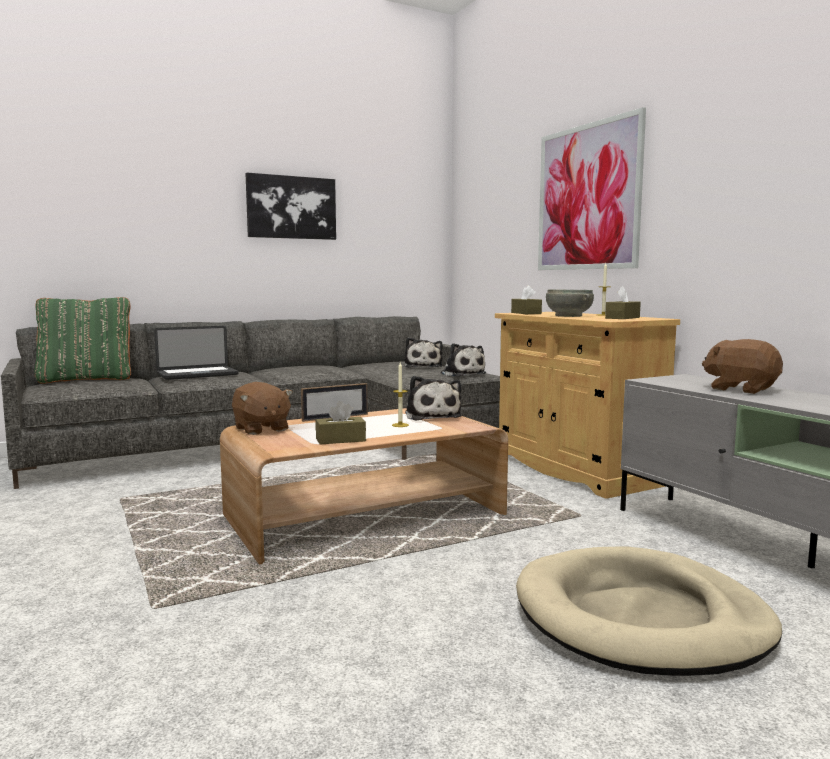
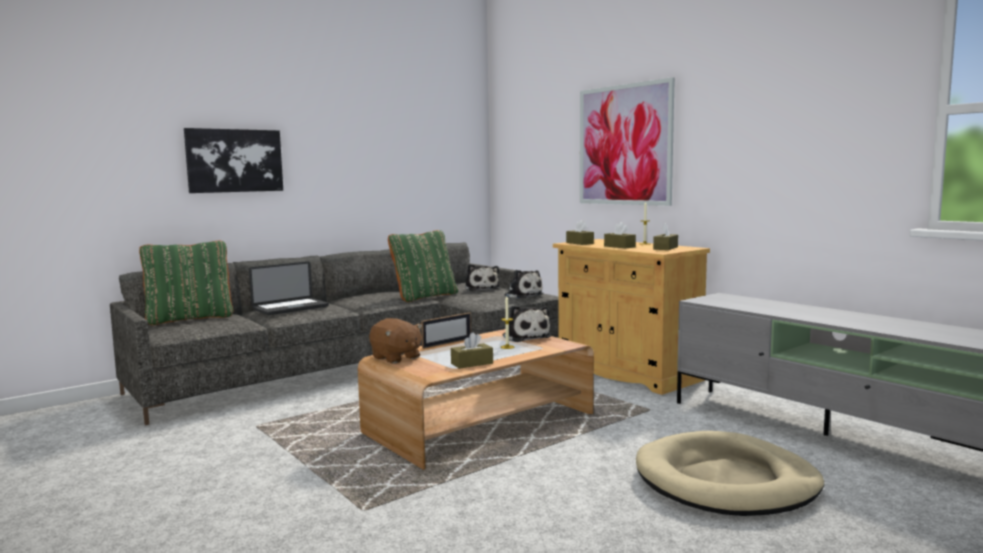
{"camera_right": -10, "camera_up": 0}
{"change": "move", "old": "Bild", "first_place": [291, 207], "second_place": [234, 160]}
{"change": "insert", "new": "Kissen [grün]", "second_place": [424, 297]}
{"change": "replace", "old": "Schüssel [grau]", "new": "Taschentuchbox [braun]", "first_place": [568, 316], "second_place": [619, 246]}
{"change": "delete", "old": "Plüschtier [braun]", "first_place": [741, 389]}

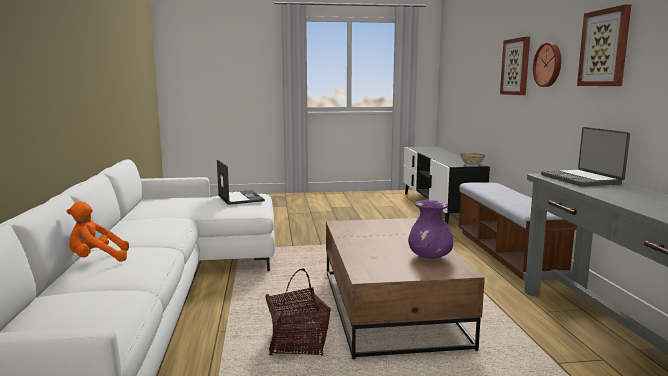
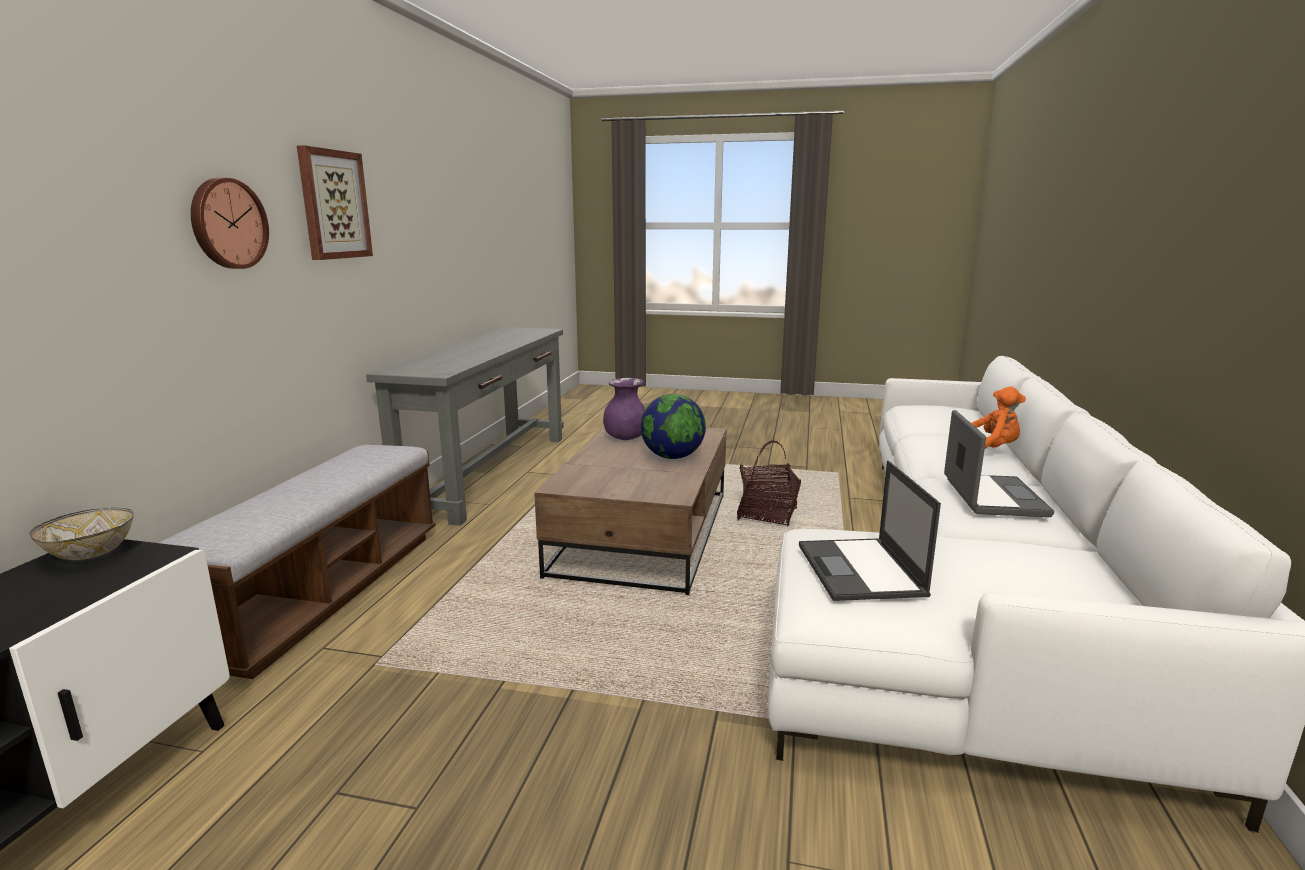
{"camera_right": -160, "camera_up": 5}
{"change": "insert", "new": "Globus", "second_place": [672, 457]}
{"change": "move", "old": "Laptop", "first_place": [581, 179], "second_place": [991, 497]}
{"change": "delete", "old": "Bild", "first_place": [516, 67]}

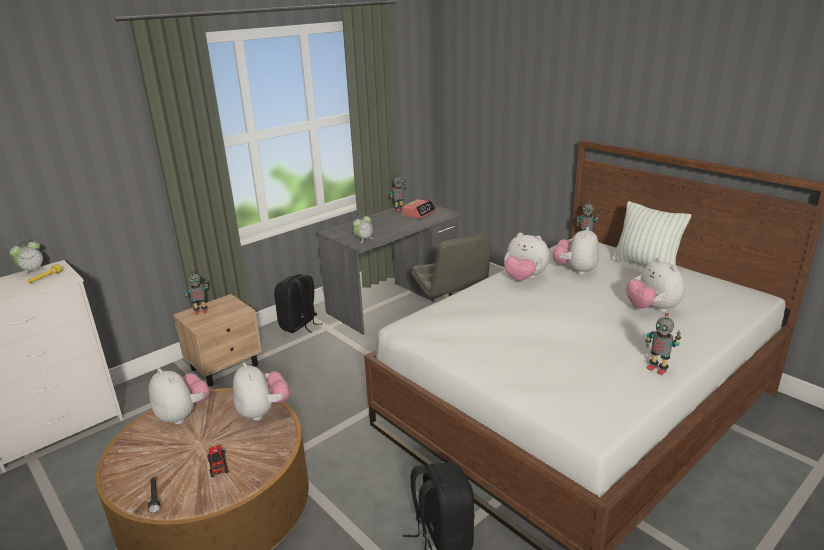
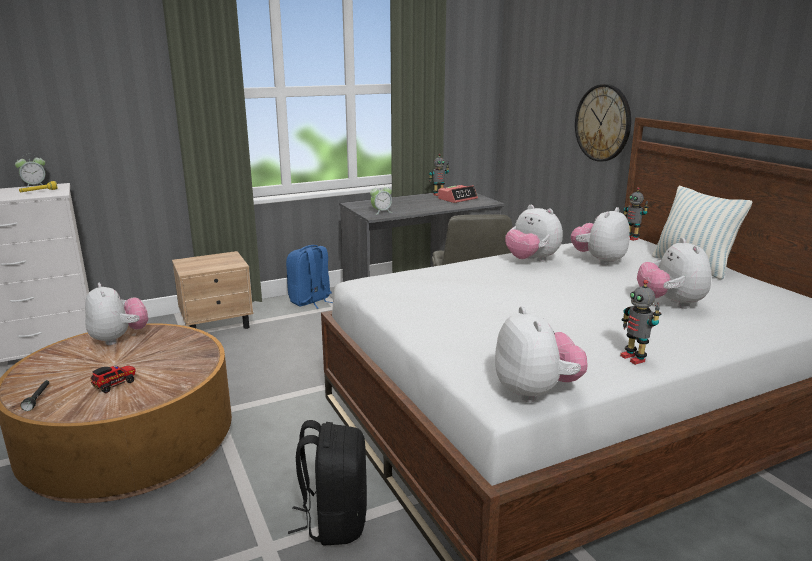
{"camera_right": 15, "camera_up": -5}
{"change": "rotate", "old": "Spielzeuglaster", "first_place": [218, 466], "second_place": [115, 384], "degrees": 45}
{"change": "recolor", "old": "Rucksack [schwarz]", "new": "Rucksack [blau]", "first_place": [299, 325], "second_place": [310, 301]}
{"change": "move", "old": "Plüschtier", "first_place": [263, 412], "second_place": [535, 392]}
{"change": "insert", "new": "Wanduhr", "second_place": [603, 123]}
{"change": "delete", "old": "Spielzeugroboter", "first_place": [201, 311]}

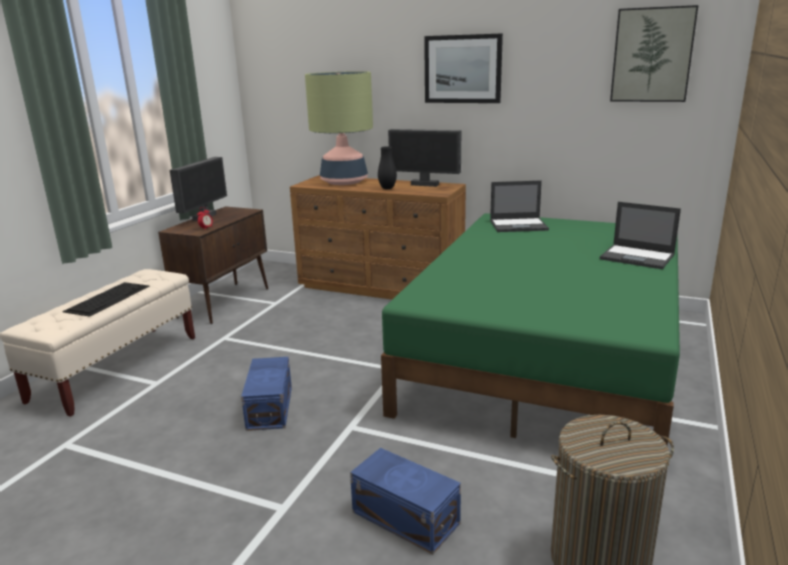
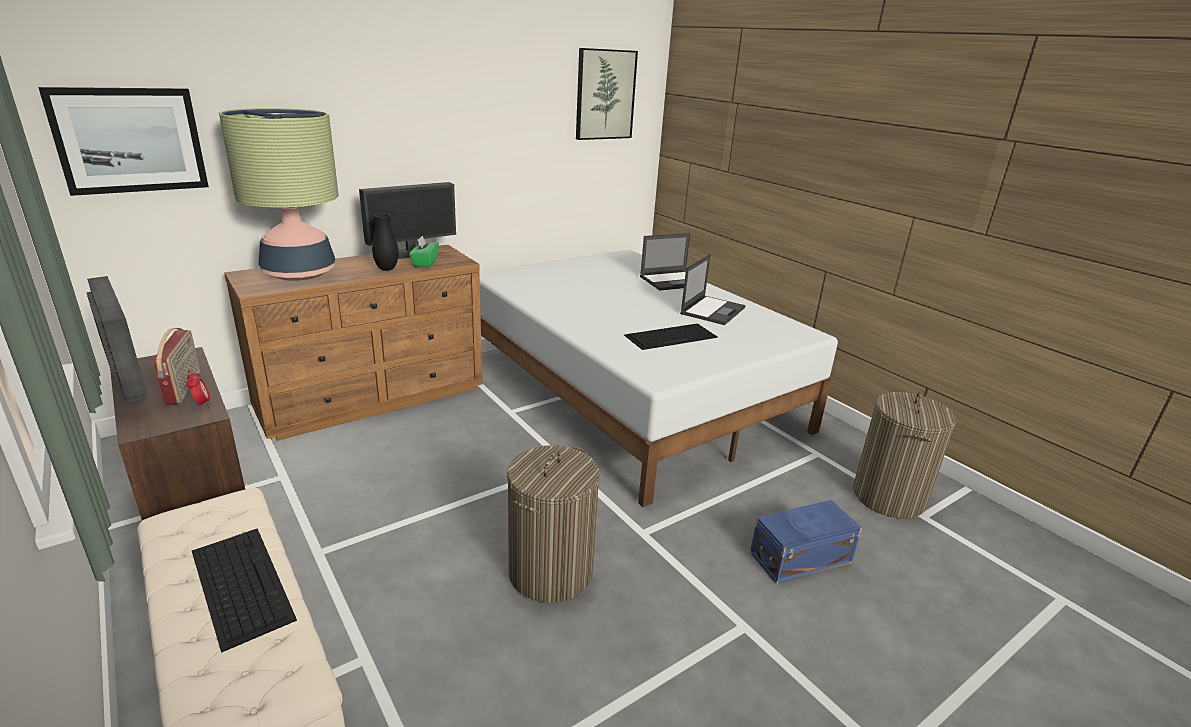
{"camera_right": -60, "camera_up": 5}
{"change": "move", "old": "Bild", "first_place": [462, 69], "second_place": [130, 140]}
{"change": "insert", "new": "Radio", "second_place": [184, 388]}
{"change": "insert", "new": "Taschentuchbox [grün]", "second_place": [424, 263]}
{"change": "recolor", "old": "Bett [grün]", "new": "Bett [weiß]", "first_place": [547, 355], "second_place": [631, 391]}
{"change": "replace", "old": "Aufbewahrungsbox [blau]", "new": "Wäschekorb", "first_place": [271, 407], "second_place": [550, 571]}
{"change": "insert", "new": "Tastatur", "second_place": [671, 336]}
{"change": "move", "old": "Laptop", "first_place": [519, 225], "second_place": [713, 310]}

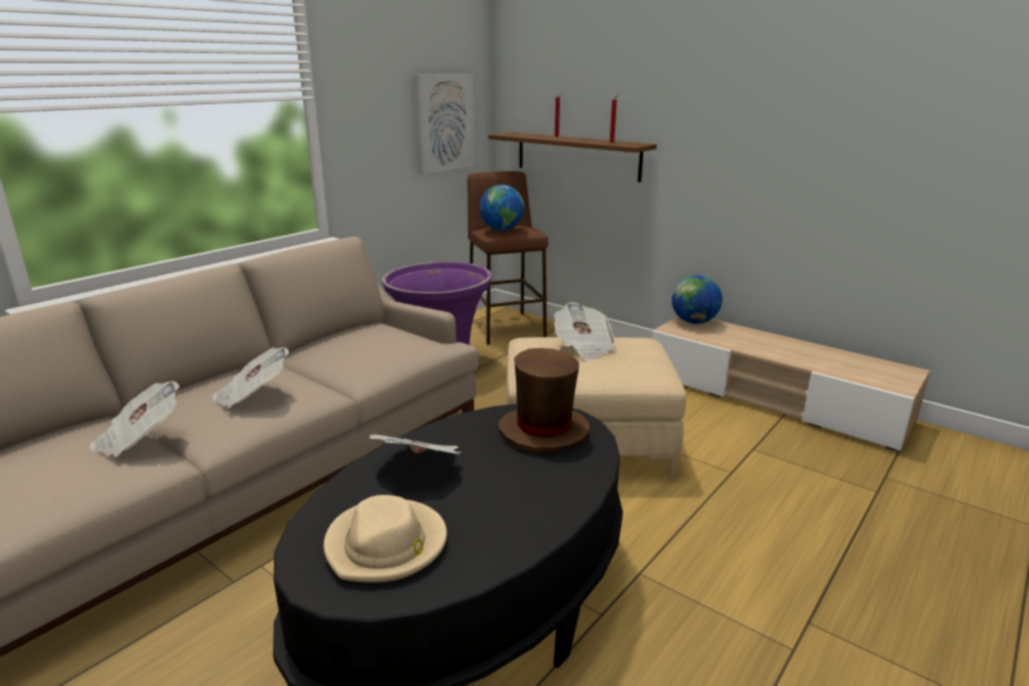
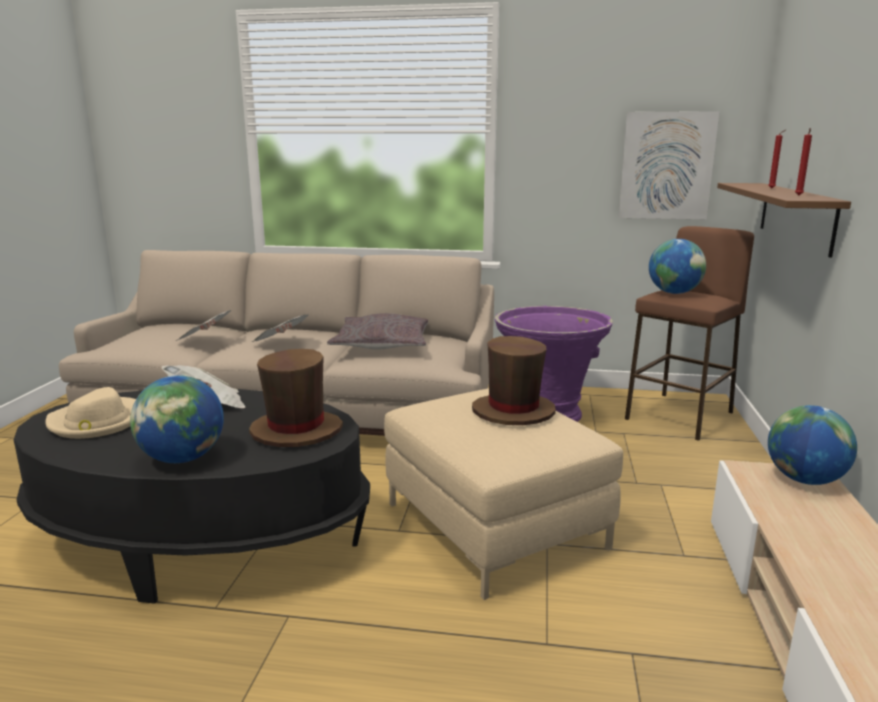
{"camera_right": 60, "camera_up": -5}
{"change": "insert", "new": "Globus", "second_place": [183, 458]}
{"change": "insert", "new": "Kissen [grau]", "second_place": [382, 344]}
{"change": "replace", "old": "Zeitung", "new": "Hut [braun]", "first_place": [583, 347], "second_place": [513, 412]}

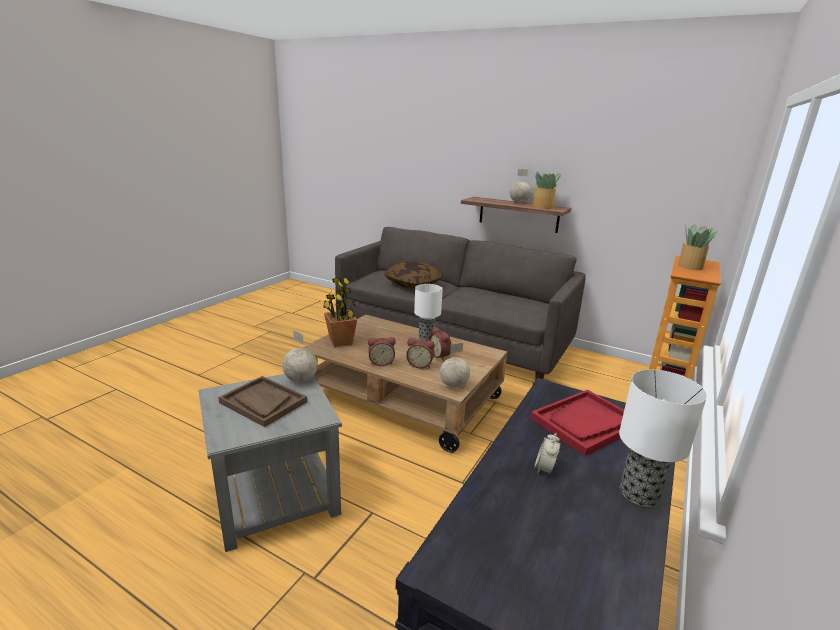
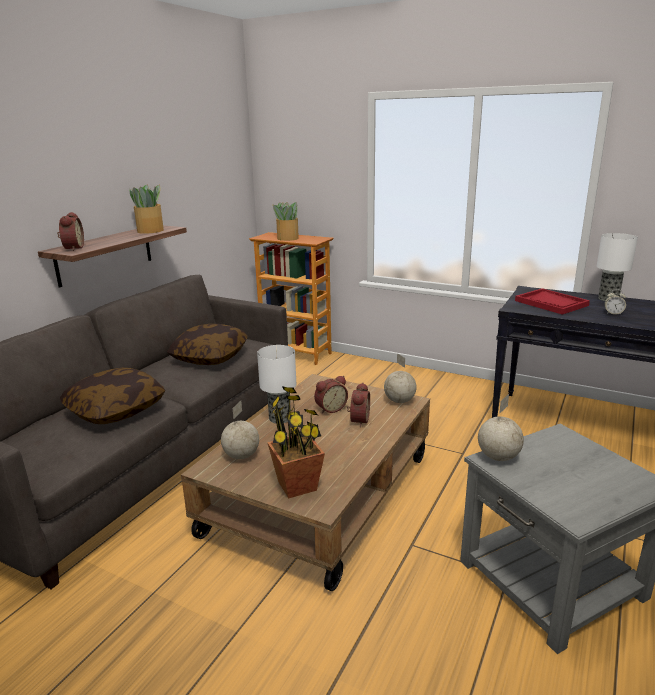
{"camera_right": -90, "camera_up": 0}
{"change": "move", "old": "Wecker", "first_place": [381, 362], "second_place": [72, 248]}
{"change": "insert", "new": "Kissen", "second_place": [210, 356]}
{"change": "move", "old": "Globus", "first_place": [519, 203], "second_place": [242, 456]}
{"change": "delete", "old": "Tablett [braun]", "first_place": [263, 402]}

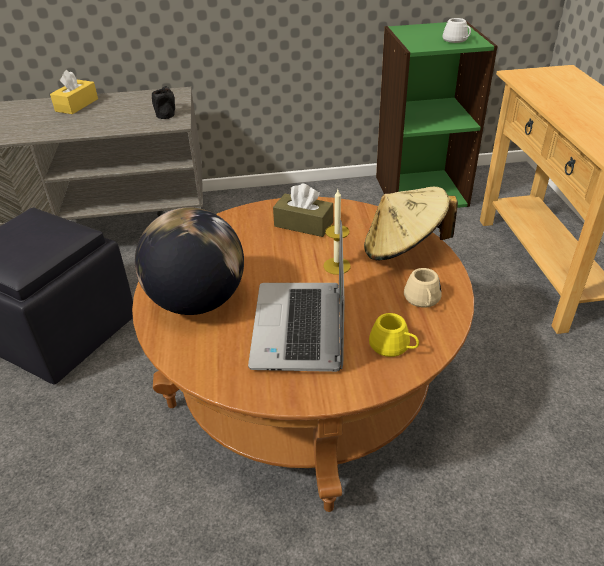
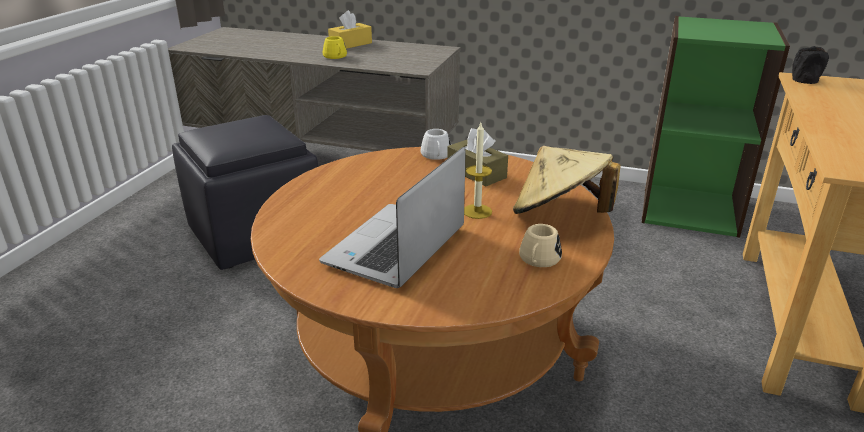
{"camera_right": 25, "camera_up": -10}
{"change": "move", "old": "Henkelbecher [gelb]", "first_place": [394, 346], "second_place": [336, 57]}
{"change": "move", "old": "Henkelbecher [weiß]", "first_place": [457, 40], "second_place": [436, 156]}
{"change": "move", "old": "Henkelbecher [schwarz]", "first_place": [166, 112], "second_place": [804, 78]}
{"change": "delete", "old": "Globus", "first_place": [197, 301]}

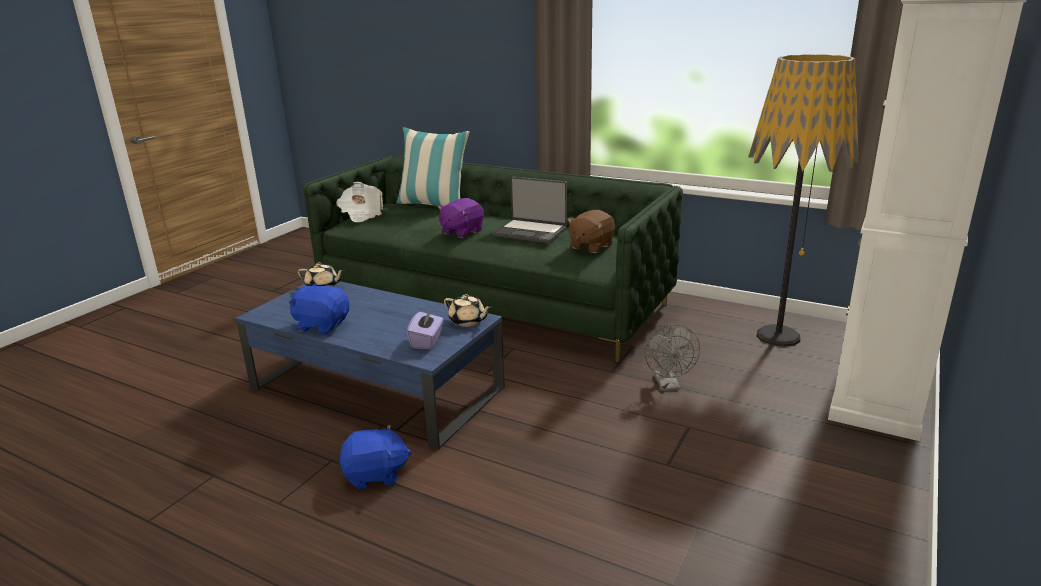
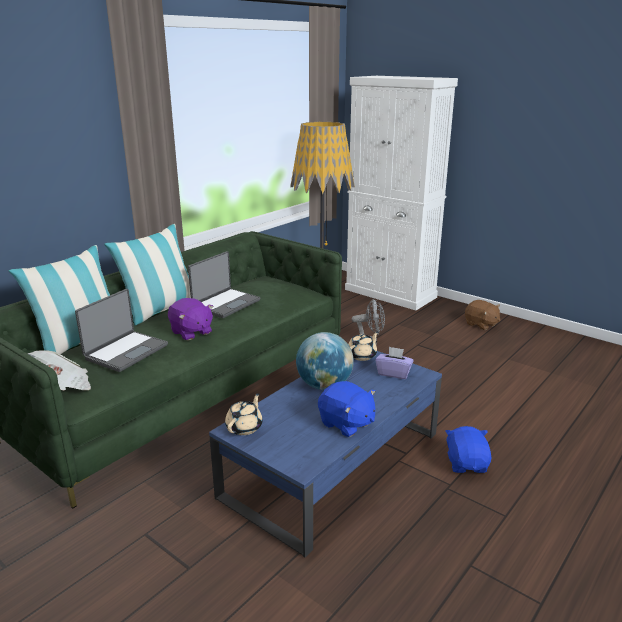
{"camera_right": -80, "camera_up": 0}
{"change": "insert", "new": "Laptop", "second_place": [125, 352]}
{"change": "insert", "new": "Kissen", "second_place": [161, 310]}
{"change": "insert", "new": "Globus", "second_place": [324, 385]}
{"change": "rotate", "old": "Plüschtier [blau]", "first_place": [322, 325], "second_place": [346, 424], "degrees": -75}
{"change": "move", "old": "Plüschtier [braun]", "first_place": [591, 246], "second_place": [481, 324]}

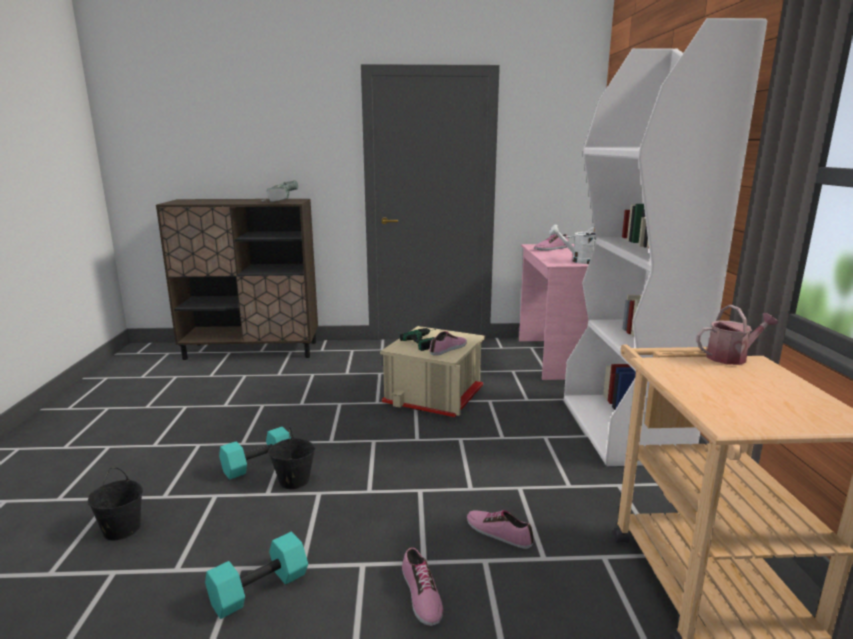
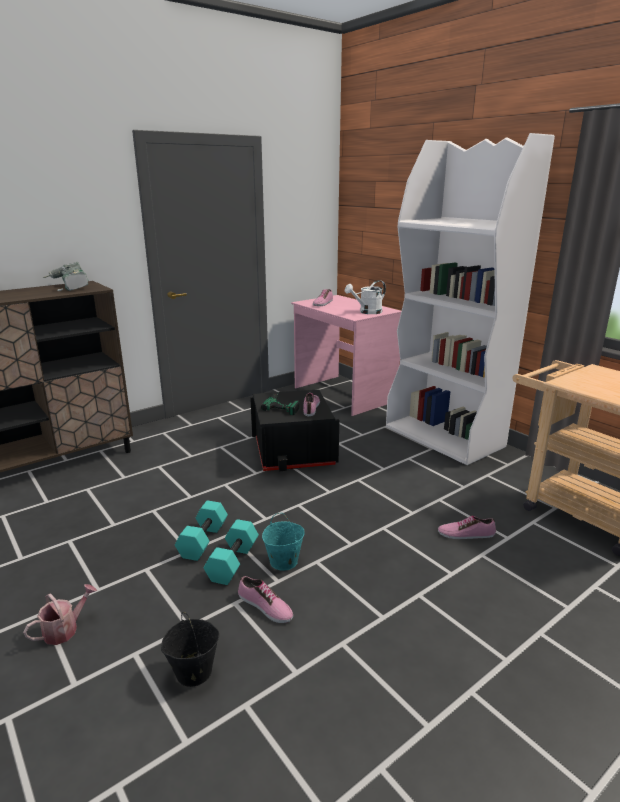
{"camera_right": -35, "camera_up": 5}
{"change": "move", "old": "Gießkanne", "first_place": [731, 357], "second_place": [65, 629]}
{"change": "move", "old": "Hantel [türkis]", "first_place": [259, 588], "second_place": [202, 540]}
{"change": "move", "old": "Schuh", "first_place": [420, 595], "second_place": [264, 607]}
{"change": "recolor", "old": "Aufbewahrungsbox [beige]", "new": "Aufbewahrungsbox [schwarz]", "first_place": [435, 395], "second_place": [293, 452]}
{"change": "recolor", "old": "Eimer [schwarz]", "new": "Eimer [türkis]", "first_place": [293, 481], "second_place": [283, 561]}

